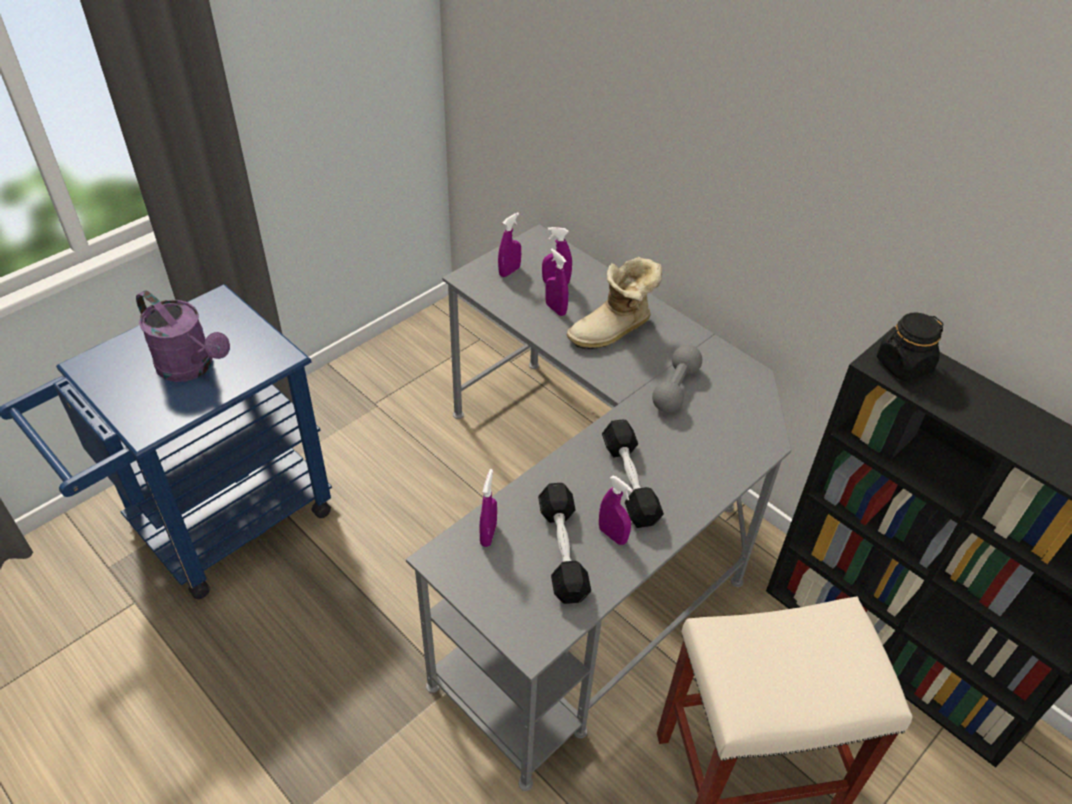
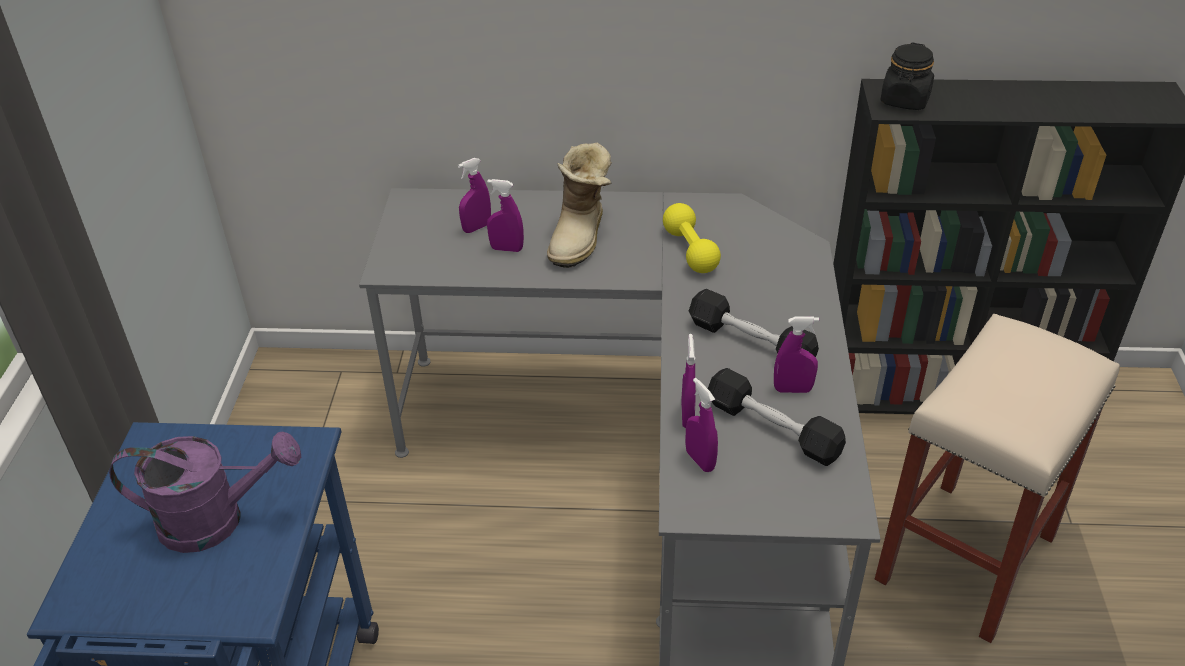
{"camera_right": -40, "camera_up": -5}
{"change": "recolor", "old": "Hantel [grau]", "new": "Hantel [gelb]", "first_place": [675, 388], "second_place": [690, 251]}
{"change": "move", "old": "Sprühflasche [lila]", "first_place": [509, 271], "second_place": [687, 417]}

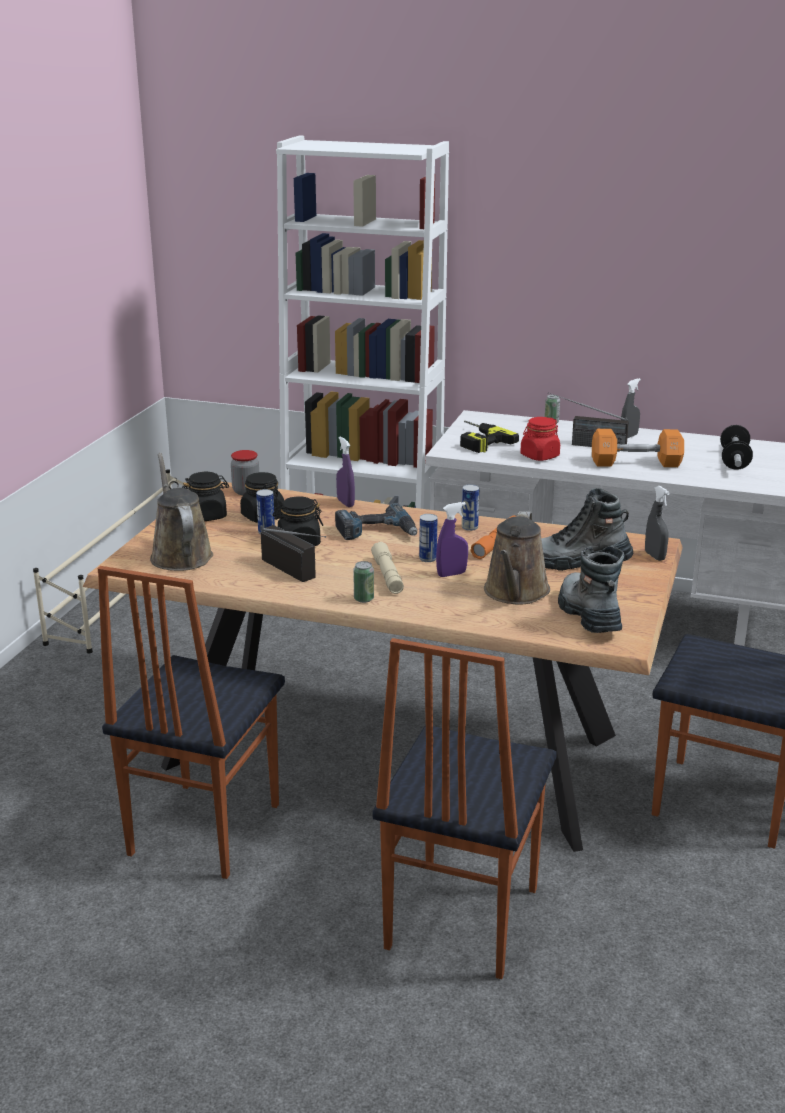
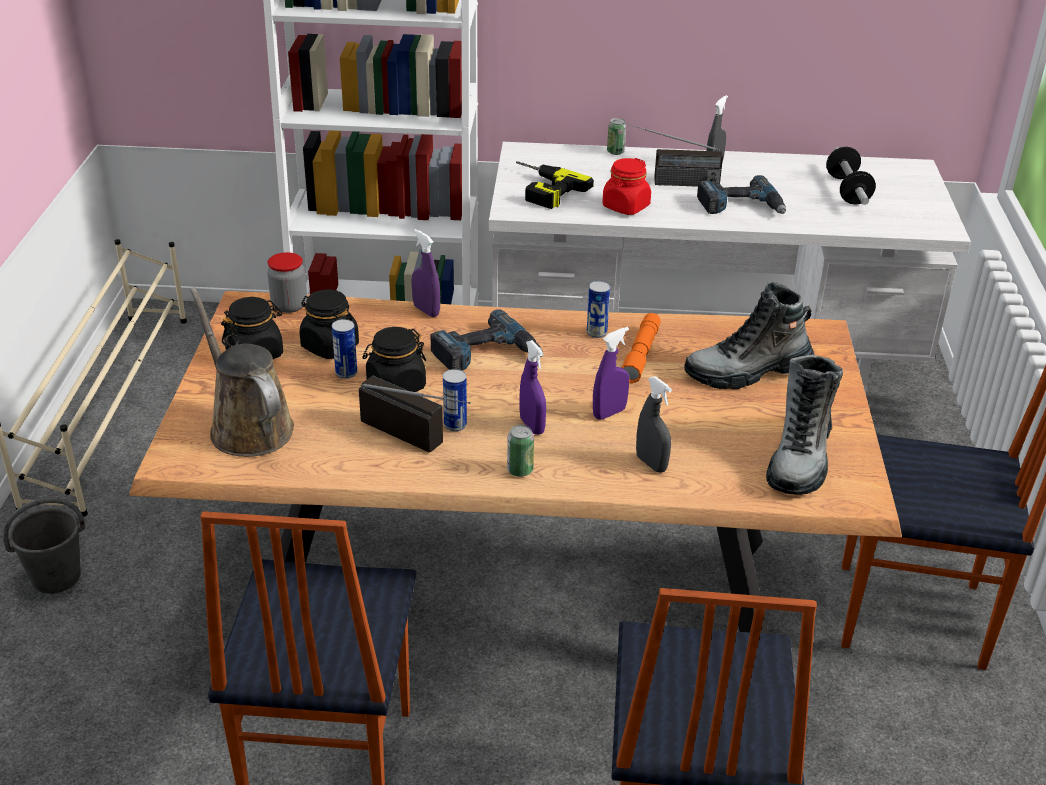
{"camera_right": -15, "camera_up": 10}
{"change": "insert", "new": "Eimer [grau]", "second_place": [57, 577]}
{"change": "move", "old": "Dose", "first_place": [428, 559], "second_place": [455, 425]}
{"change": "replace", "old": "Taschenlampe [beige]", "new": "Sprühflasche [lila]", "first_place": [387, 575], "second_place": [532, 426]}
{"change": "move", "old": "Sprühflasche [grau]", "first_place": [654, 556], "second_place": [651, 464]}
{"change": "replace", "old": "Hantel [orange]", "new": "Bohrmaschine", "first_place": [636, 463], "second_place": [741, 206]}
{"change": "rotate", "old": "Stiefel", "first_place": [588, 615], "second_place": [800, 458], "degrees": -135}
{"change": "delete", "old": "Gießkanne [braun]", "first_place": [515, 593]}

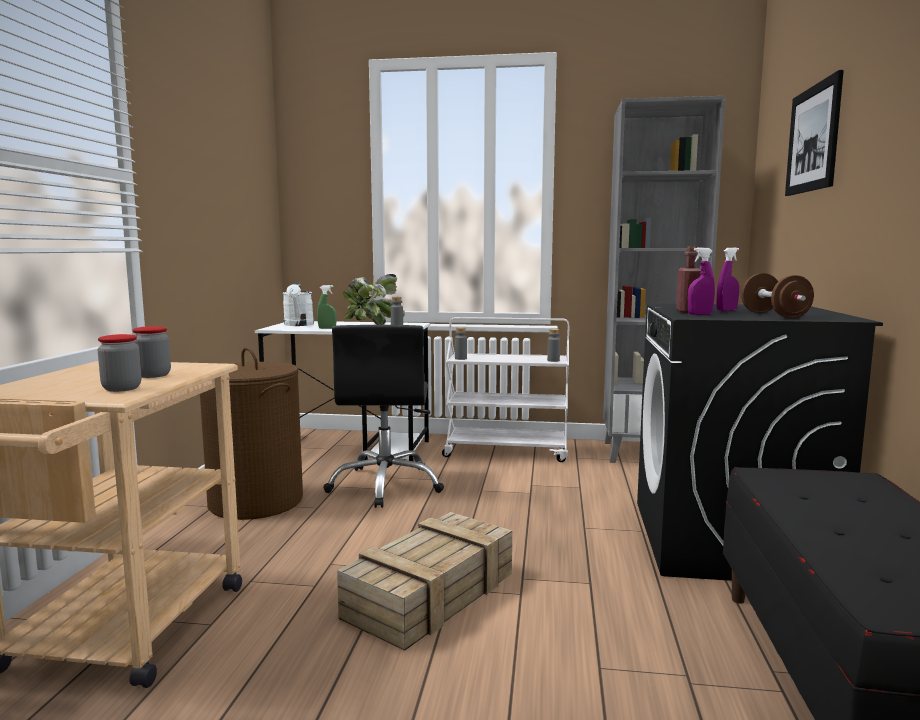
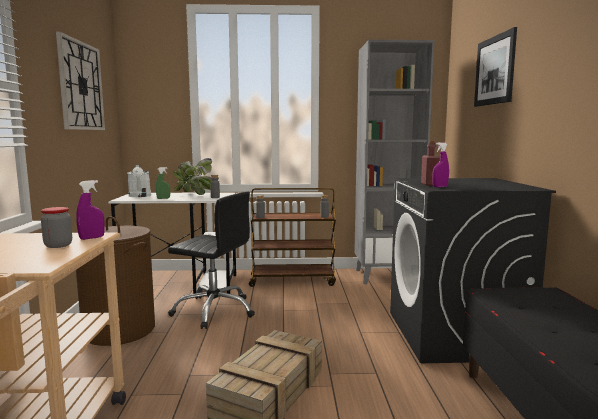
{"camera_right": -10, "camera_up": 0}
{"change": "insert", "new": "Wanduhr", "second_place": [81, 86]}
{"change": "move", "old": "Sprühflasche [lila]", "first_place": [726, 310], "second_place": [92, 238]}
{"change": "rotate", "old": "Bürostuhl [schwarz]", "first_place": [386, 485], "second_place": [214, 310], "degrees": -60}
{"change": "recolor", "old": "Rollwagen [weiß]", "new": "Rollwagen [braun]", "first_place": [507, 452], "second_place": [293, 280]}
{"change": "delete", "old": "Vorratsglas", "first_place": [122, 388]}
{"change": "delete", "old": "Hantel [braun]", "first_place": [774, 315]}

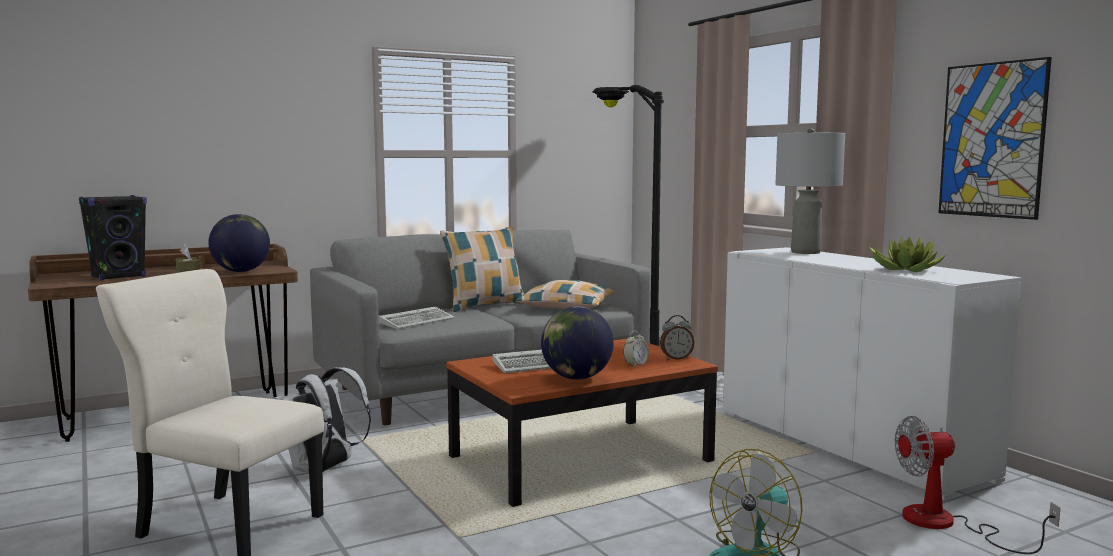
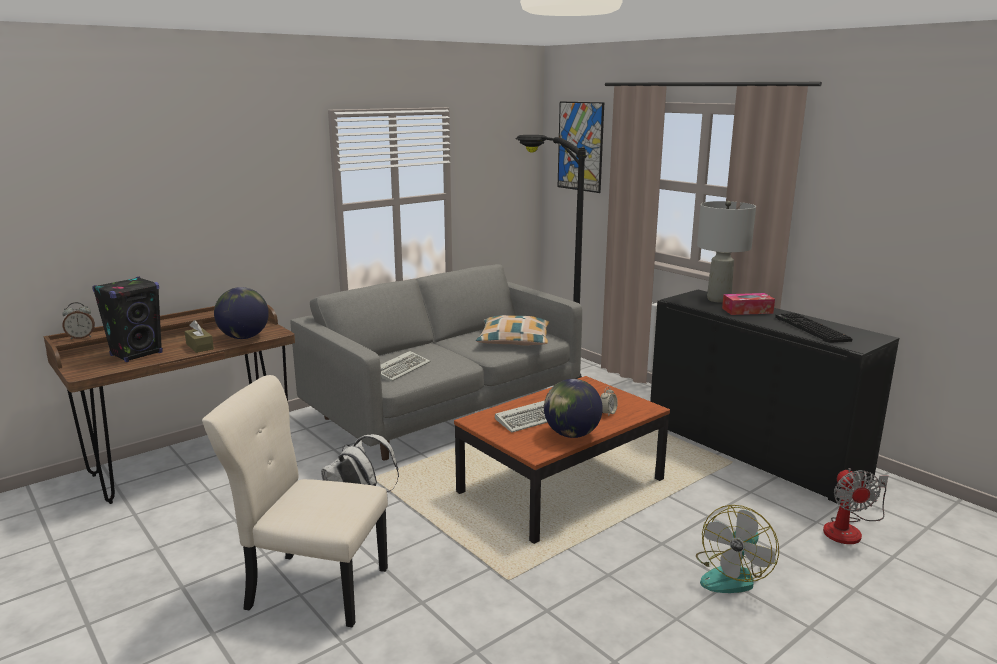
{"camera_right": -10, "camera_up": 10}
{"change": "move", "old": "Wecker", "first_place": [676, 358], "second_place": [81, 337]}
{"change": "move", "old": "Bild", "first_place": [992, 140], "second_place": [580, 146]}
{"change": "recolor", "old": "Schrank [weiß]", "new": "Schrank [schwarz]", "first_place": [847, 443], "second_place": [752, 451]}
{"change": "insert", "new": "Taschentuchbox", "second_place": [747, 311]}
{"change": "replace", "old": "Topfpflanze", "new": "Tastatur", "first_place": [902, 269], "second_place": [809, 329]}
{"change": "rotate", "old": "Ventilator", "first_place": [946, 524], "second_place": [849, 529], "degrees": -75}
{"change": "delete", "old": "Kissen", "first_place": [484, 306]}

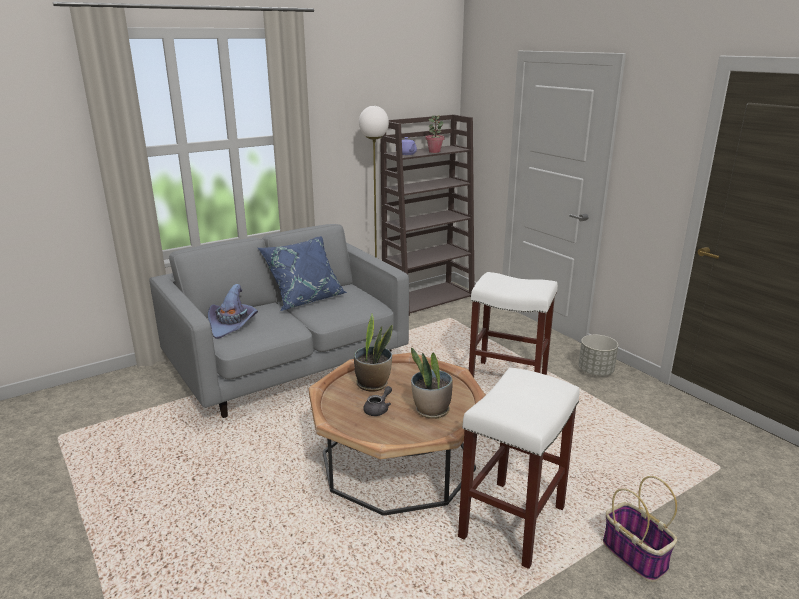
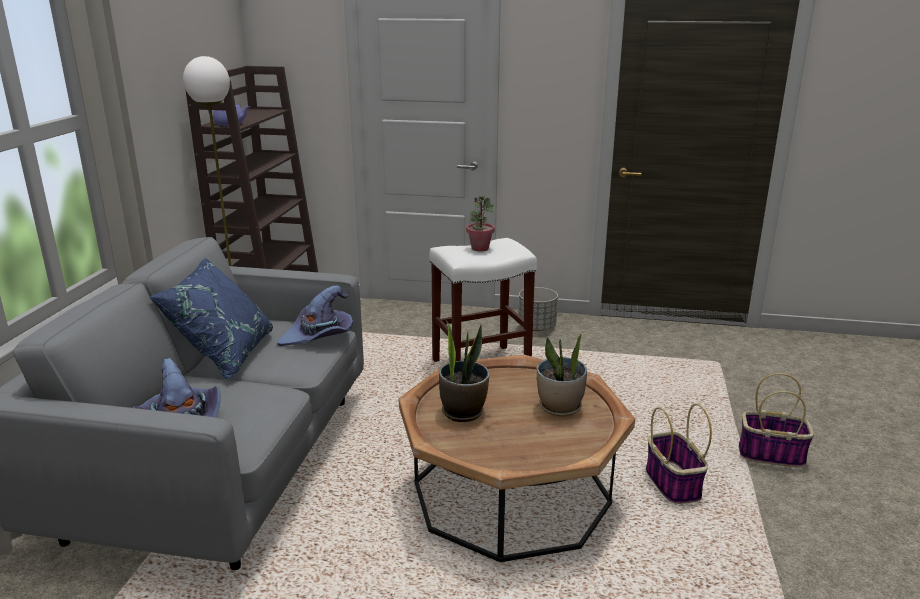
{"camera_right": -45, "camera_up": 0}
{"change": "insert", "new": "Hut [lila]", "second_place": [319, 336]}
{"change": "move", "old": "Topfpflanze", "first_place": [434, 151], "second_place": [480, 248]}
{"change": "replace", "old": "Hocker [weiß]", "new": "Korb", "first_place": [512, 521], "second_place": [671, 483]}
{"change": "delete", "old": "Teekanne [grau]", "first_place": [378, 409]}

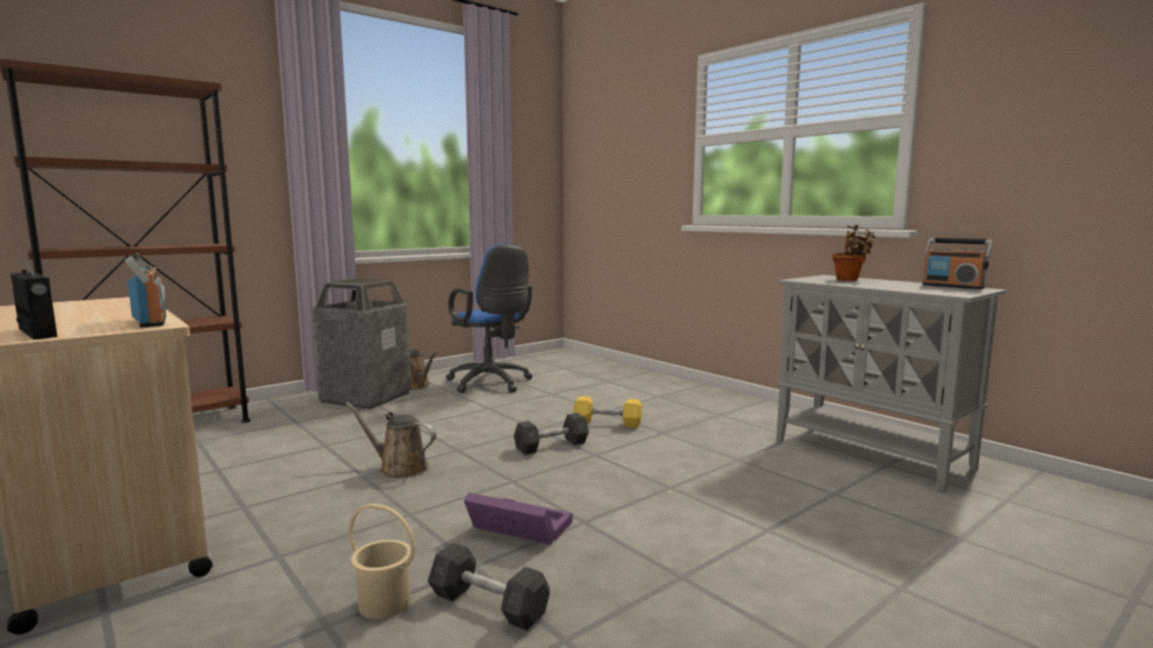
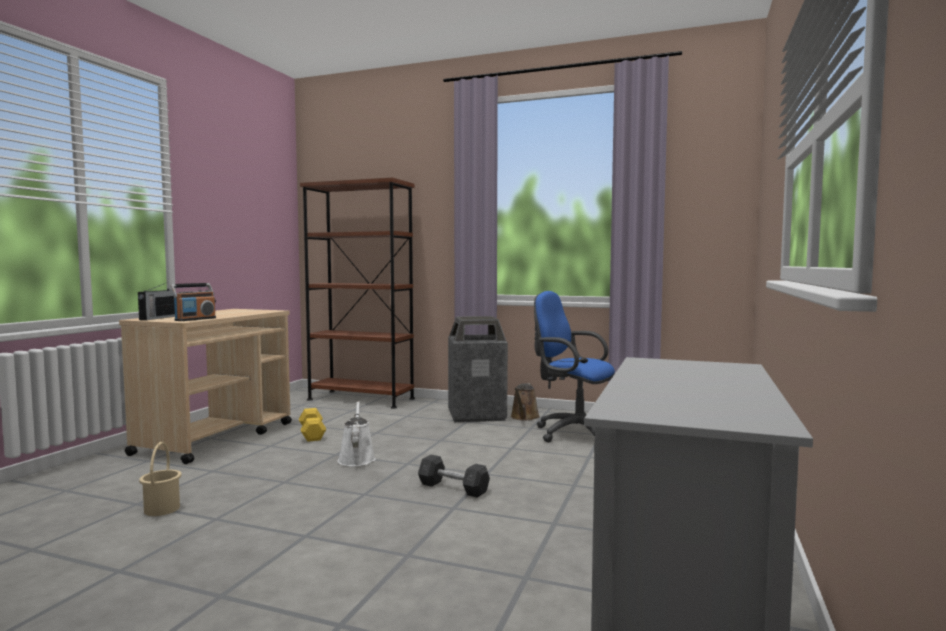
{"camera_right": 60, "camera_up": -5}
{"change": "move", "old": "Hantel [gelb]", "first_place": [607, 423], "second_place": [312, 434]}
{"change": "recolor", "old": "Gießkanne [braun]", "new": "Gießkanne [weiß]", "first_place": [399, 468], "second_place": [356, 459]}
{"change": "rotate", "old": "Bürostuhl [blau]", "first_place": [491, 384], "second_place": [573, 433], "degrees": 105}
{"change": "delete", "old": "Hantel [grau]", "first_place": [488, 605]}
{"change": "delete", "old": "Aufbewahrungsbox [lila]", "first_place": [516, 528]}
{"change": "delete", "old": "Topfpflanze", "first_place": [849, 279]}
{"change": "delete", "old": "Radio", "first_place": [953, 286]}

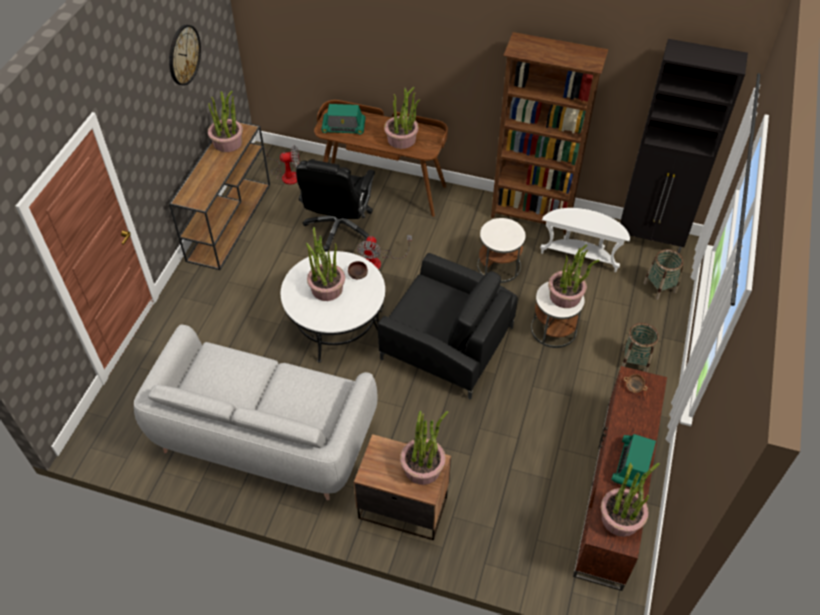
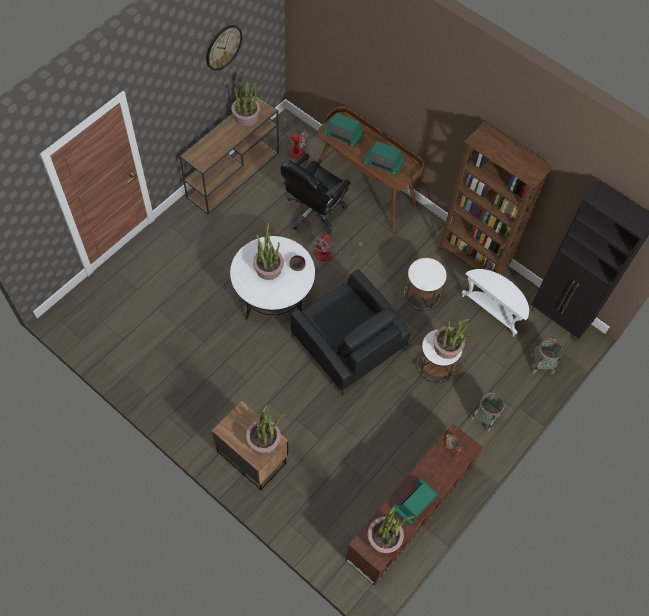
{"camera_right": 20, "camera_up": 10}
{"change": "replace", "old": "Topfpflanze", "new": "Radio", "first_place": [402, 139], "second_place": [383, 163]}
{"change": "delete", "old": "Sofa [grau]", "first_place": [264, 435]}

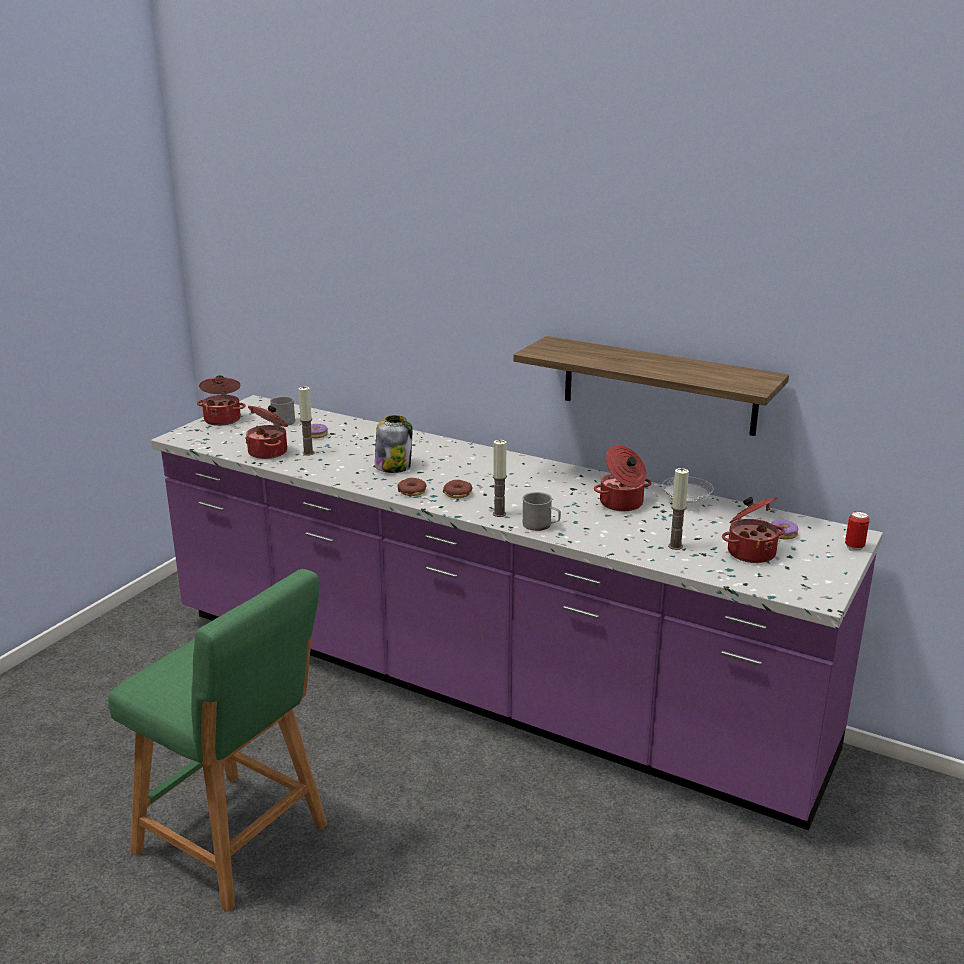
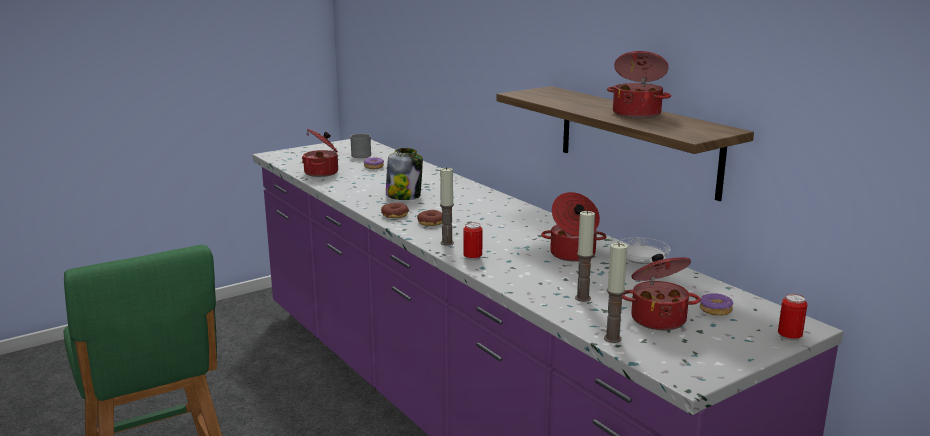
{"camera_right": 25, "camera_up": -5}
{"change": "replace", "old": "Henkelbecher [grau]", "new": "Dose", "first_place": [541, 525], "second_place": [472, 258]}
{"change": "move", "old": "Kerze", "first_place": [308, 453], "second_place": [612, 338]}
{"change": "move", "old": "Kochtopf", "first_place": [223, 419], "second_place": [637, 113]}

